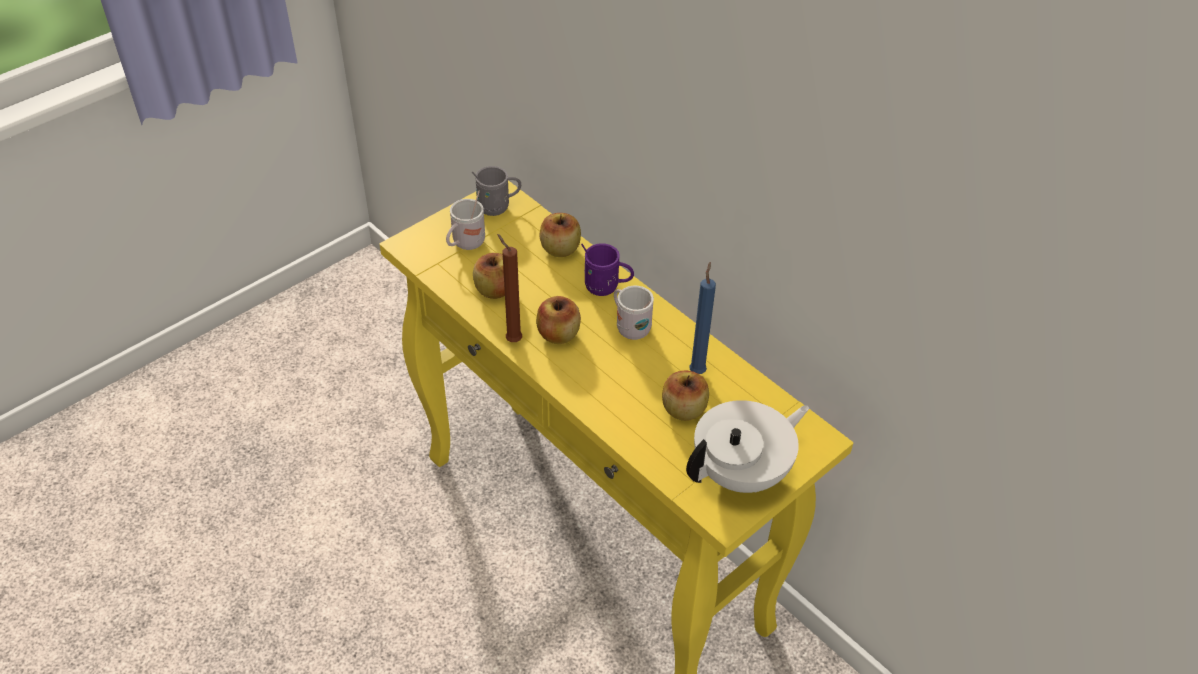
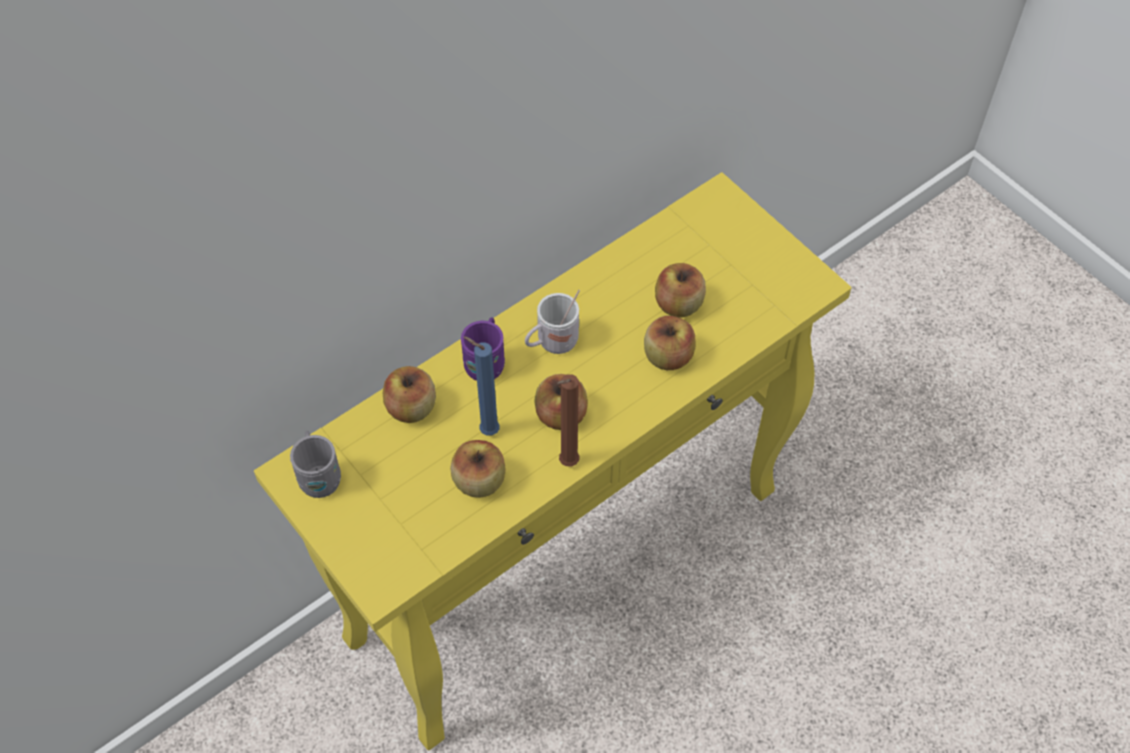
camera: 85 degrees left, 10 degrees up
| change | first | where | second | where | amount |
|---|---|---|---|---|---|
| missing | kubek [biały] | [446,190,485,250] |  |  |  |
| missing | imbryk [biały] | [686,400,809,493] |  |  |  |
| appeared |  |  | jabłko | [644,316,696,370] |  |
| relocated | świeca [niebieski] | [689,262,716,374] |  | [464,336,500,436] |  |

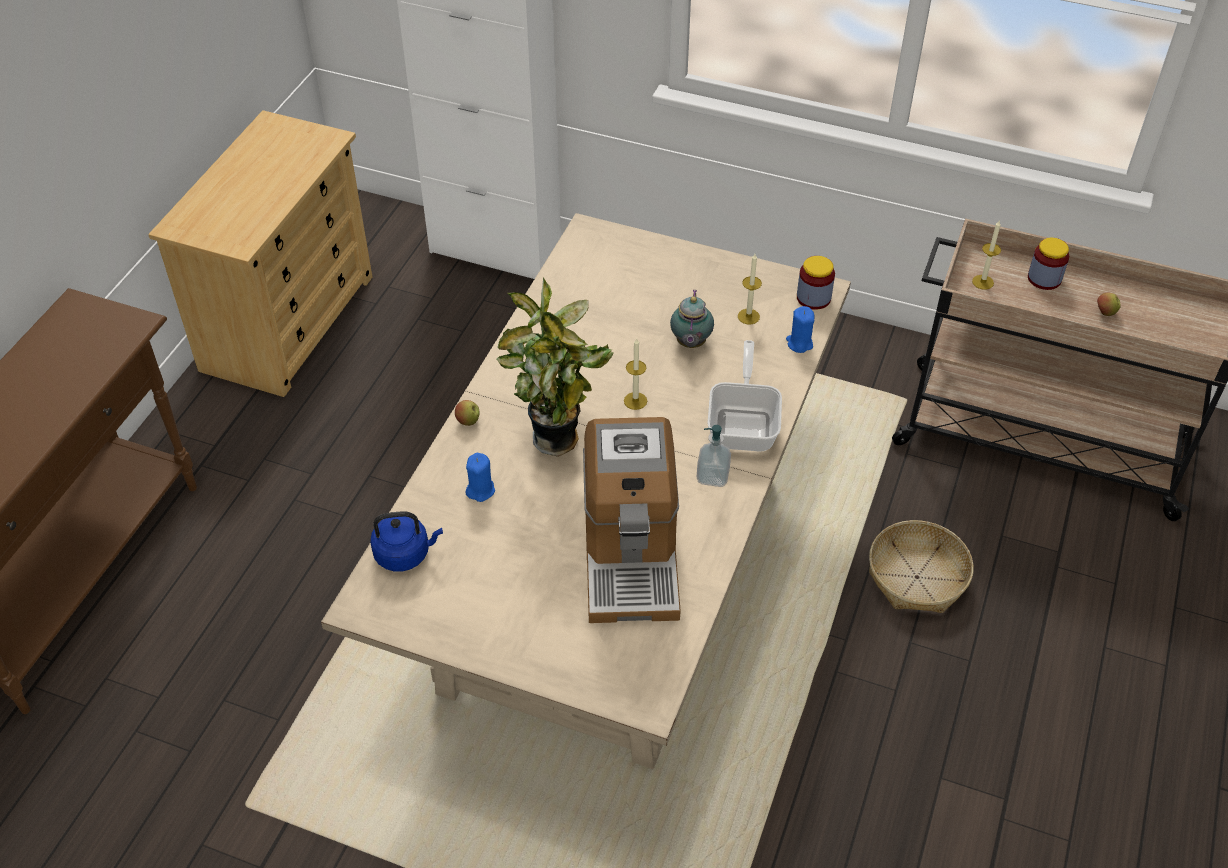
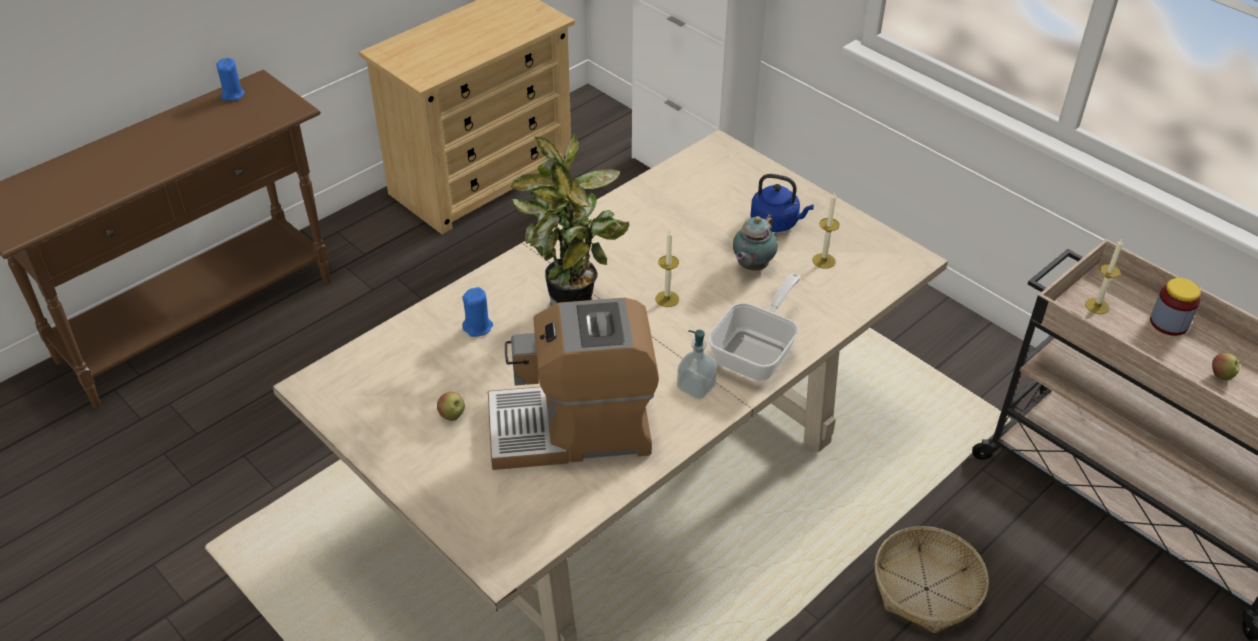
camera: 25 degrees right, 5 degrees down
| change | first | where | second | where | amount |
|---|---|---|---|---|---|
| missing | słoik | [797,256,835,310] |  |  |  |
| relocated | czajnik [niebieski] | [370,511,443,572] |  | [750,174,814,232] |  |
| relocated | jabłko | [455,400,480,426] |  | [437,392,465,421] |  |
| relocated | świeca [niebieski] | [786,306,814,353] |  | [217,58,245,101] |  |
| spun | ekspres do kawy | [583,417,681,623] |  | [488,298,659,470] | 60 degrees clockwise |

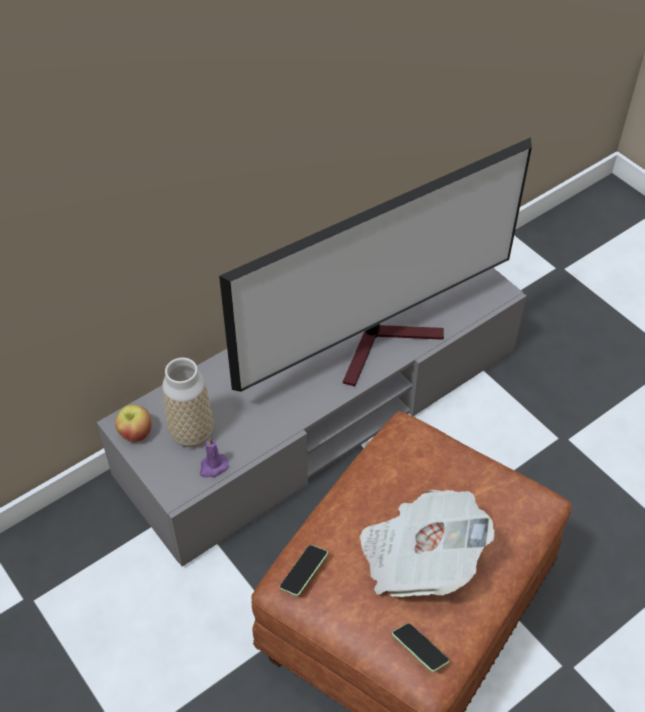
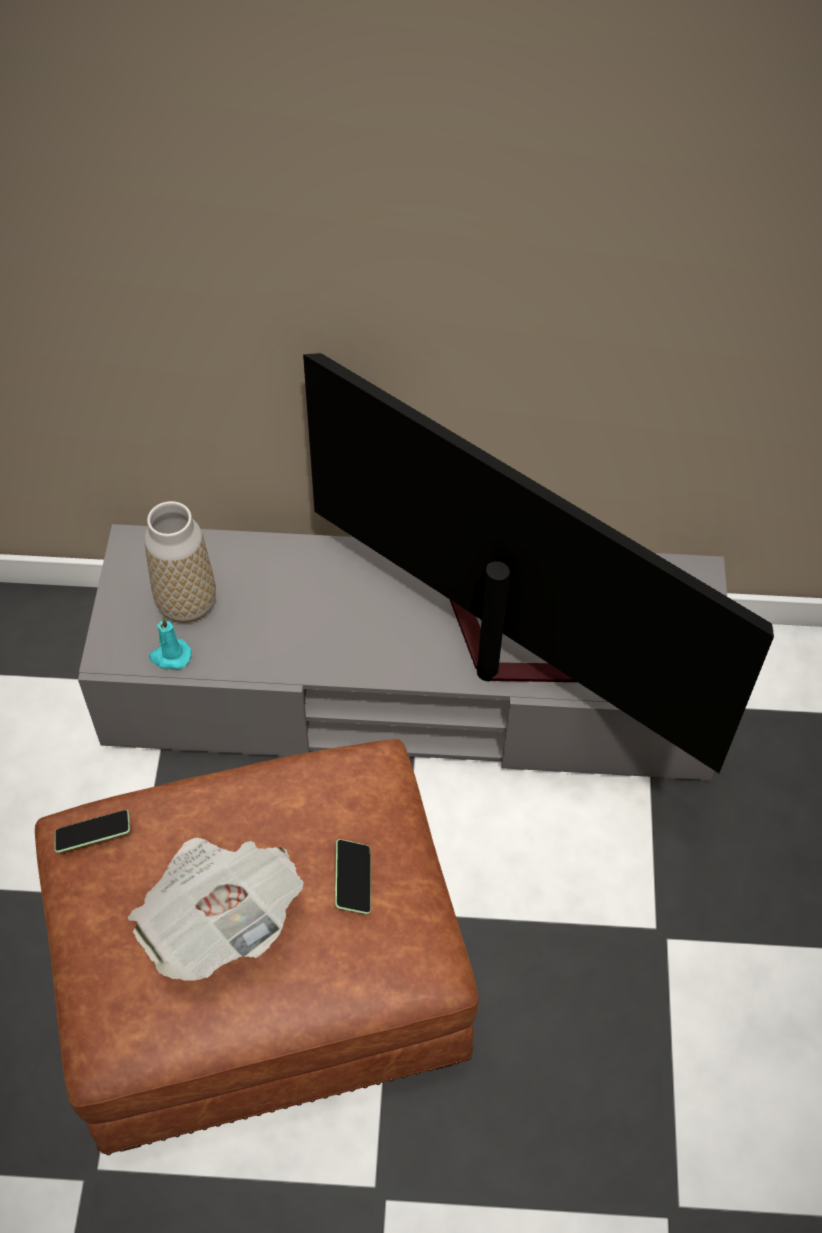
camera: 40 degrees right, 5 degrees up
| change | first | where | second | where | amount |
|---|---|---|---|---|---|
| missing | jabłko | [115,405,151,442] |  |  |  |
| relocated | telefon | [392,623,450,672] |  | [335,839,371,914] |  |
| colour | świeca [fioletowy] | [200,437,229,478] | świeca [turkusowy] | [149,617,191,669] |  |
| spun | telewizor | [219,137,532,392] |  | [303,353,774,773] | 150 degrees counterclockwise |

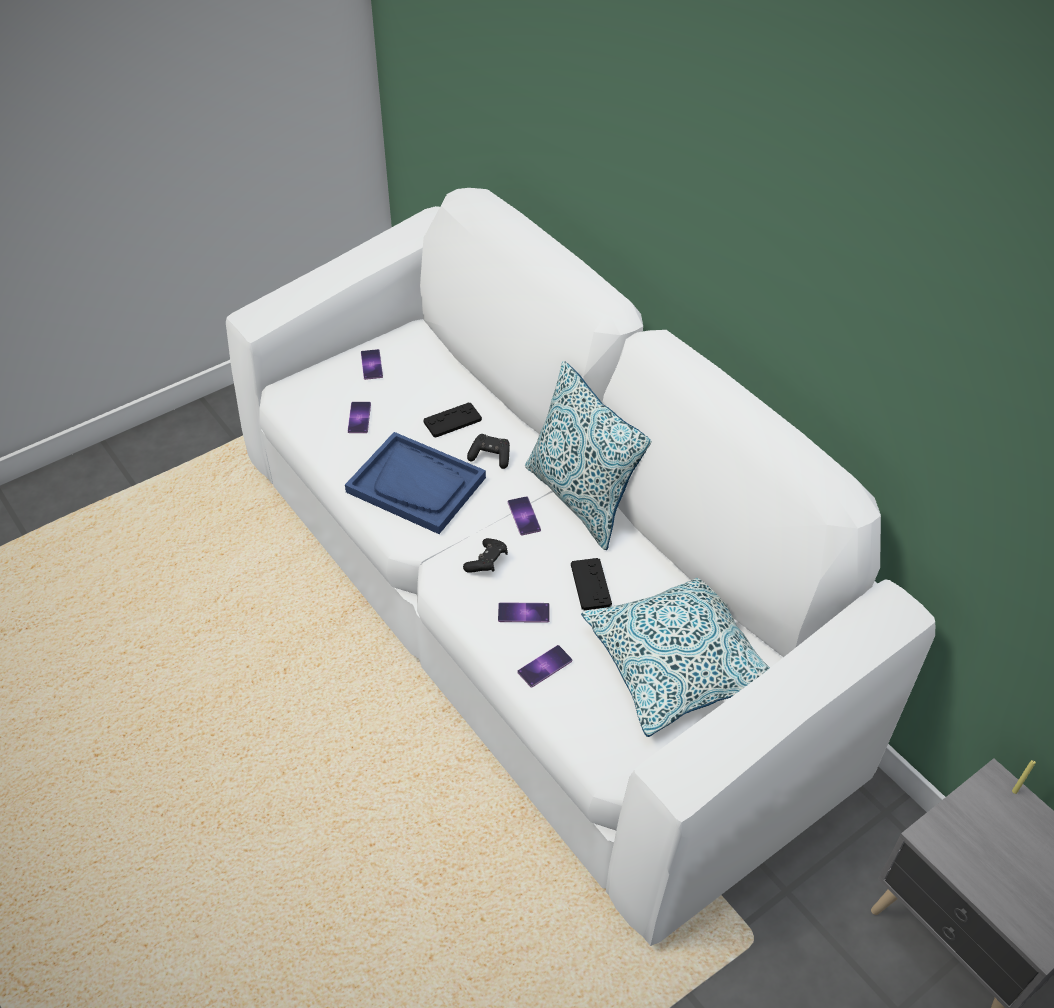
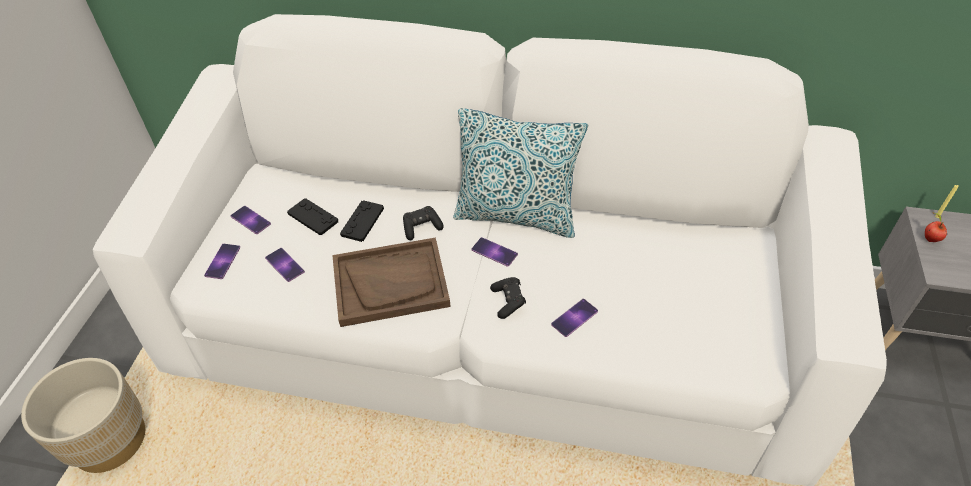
camera: 40 degrees left, 0 degrees up
| change | first | where | second | where | amount |
|---|---|---|---|---|---|
| missing | poduszka | [581,578,770,737] |  |  |  |
| appeared |  |  | donica [beżowy] | [21,358,145,473] |  |
| appeared |  |  | jabłko | [925,213,947,242] |  |
| relocated | telefon | [518,645,572,688] |  | [204,244,240,279] |  |
| relocated | pad do gier [czarny] | [571,558,612,610] |  | [287,199,338,235] |  |
| colour | taca [niebieski] | [345,432,486,534] | taca [brązowy] | [332,238,451,327] |  |

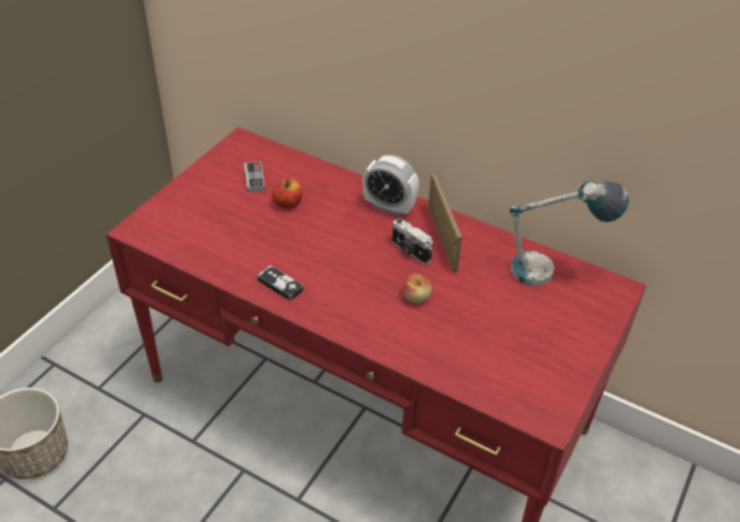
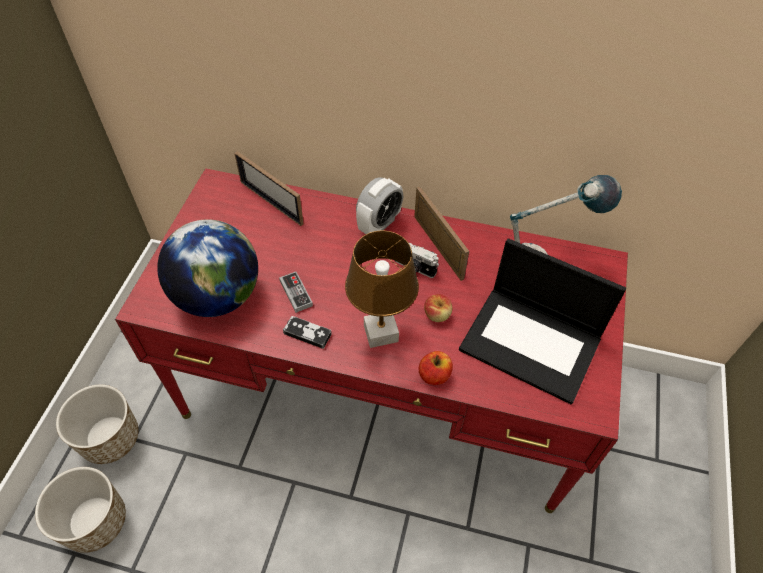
camera: 15 degrees left, 10 degrees up
| change | first | where | second | where | amount |
|---|---|---|---|---|---|
| appeared |  |  | donica | [56,384,139,464] |  |
| appeared |  |  | globus | [157,219,258,317] |  |
| appeared |  |  | ramka na zdjęcie | [234,151,304,226] |  |
| appeared |  |  | lampa stołowa [brązowy] | [345,231,419,348] |  |
| appeared |  |  | laptop | [459,238,626,404] |  |
| relocated | pad do gier | [244,161,265,192] |  | [279,272,313,313] |  |
| relocated | jabłko | [272,179,303,209] |  | [419,351,453,385] |  |
| spun | budzik | [363,155,419,216] |  | [356,177,403,234] | 60 degrees counterclockwise |

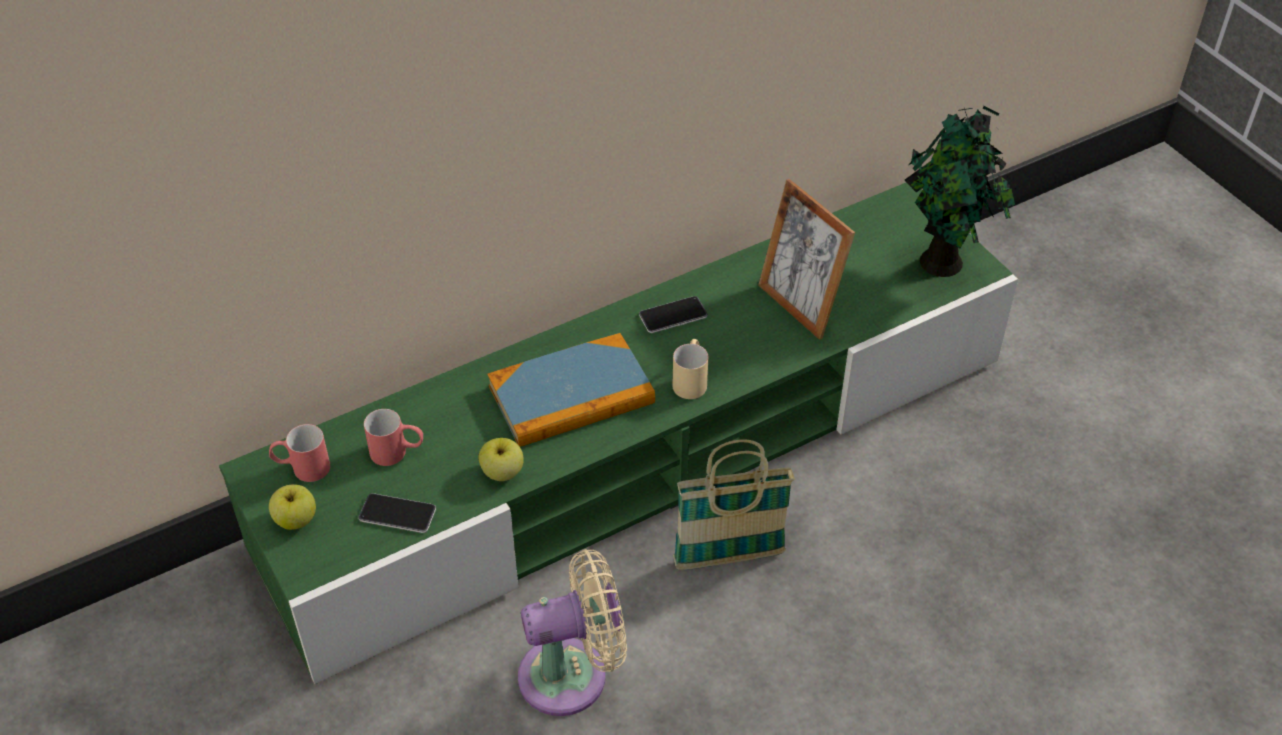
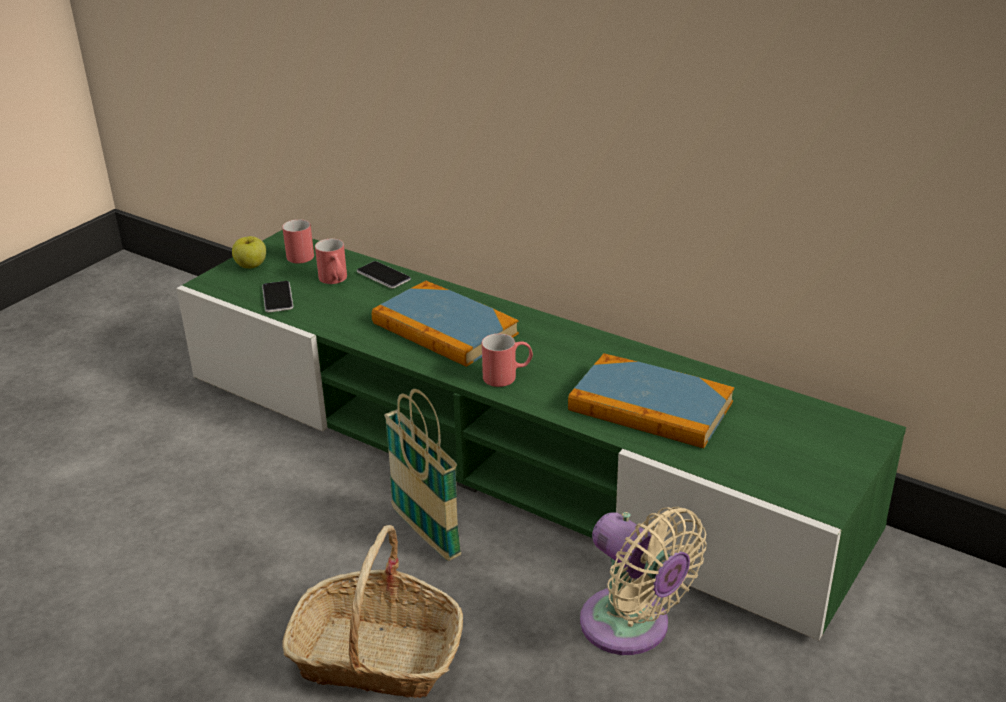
camera: 65 degrees right, 15 degrees down
| change | first | where | second | where | amount |
|---|---|---|---|---|---|
| missing | jabłko | [479,438,524,481] |  |  |  |
| missing | roślina doniczkowa | [905,106,1015,277] |  |  |  |
| appeared |  |  | koszyk | [282,525,463,698] |  |
| relocated | wentylator [beżowy] | [518,549,627,716] |  | [580,507,707,655] |  |
| relocated | telefon | [639,296,708,333] |  | [357,261,411,289] |  |
| exchanged | ramka na zdjęcie | [758,179,855,340] | książka | [568,353,734,448] |  |
| colour | kubek [beżowy] | [672,339,708,399] | kubek [czerwony] | [482,334,533,387] |  |

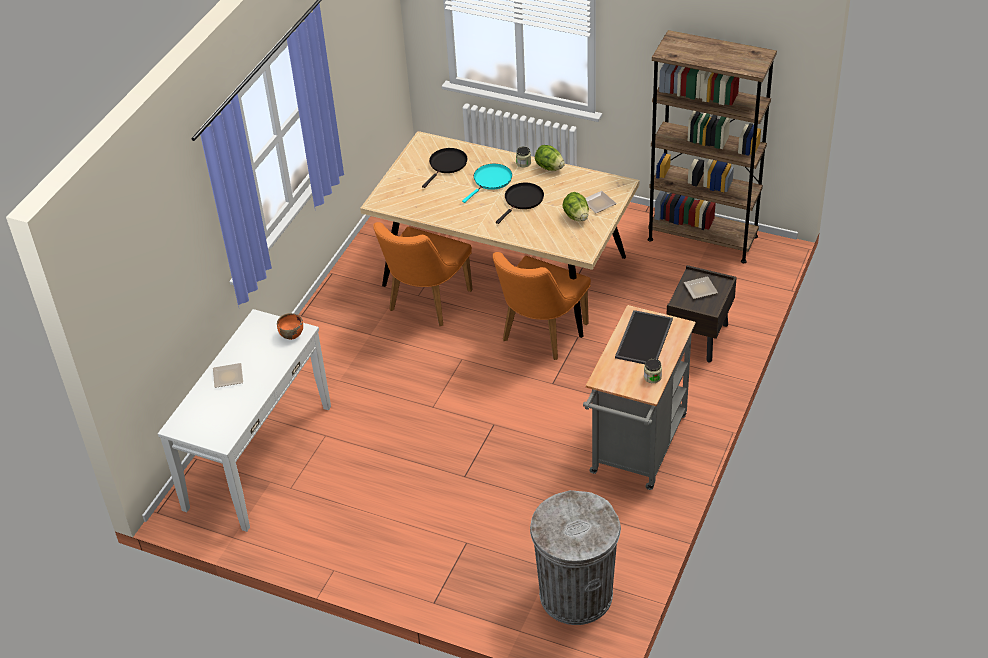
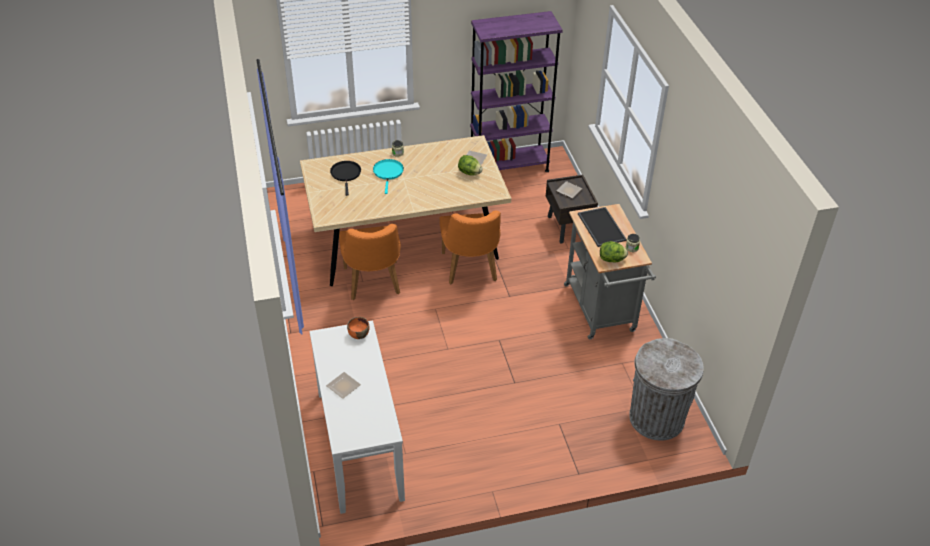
camera: 40 degrees left, 0 degrees up
| change | first | where | second | where | amount |
|---|---|---|---|---|---|
| missing | patelnia [czarny] | [496,183,544,224] |  |  |  |
| relocated | sałata | [535,145,565,171] |  | [600,241,628,262] |  |
| colour | regał [brązowy] | [648,30,777,263] | regał [fioletowy] | [470,11,563,172] |  |

